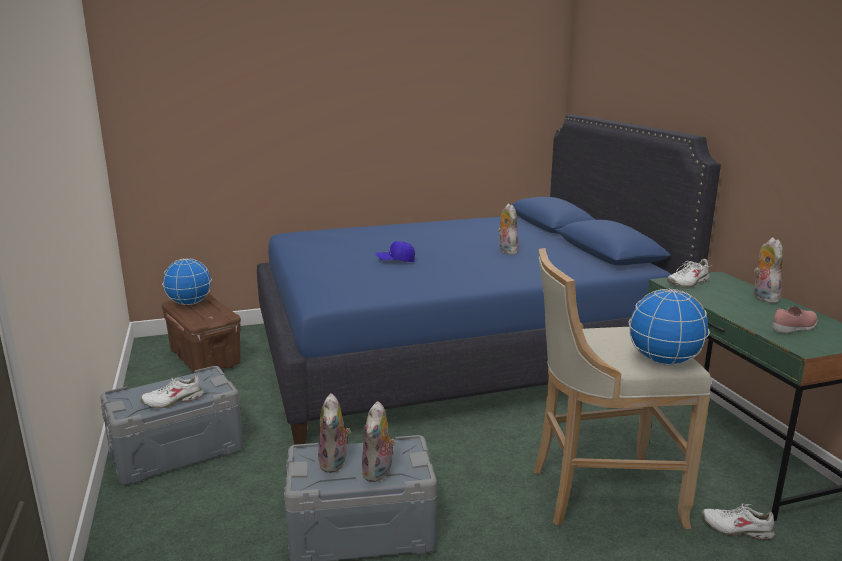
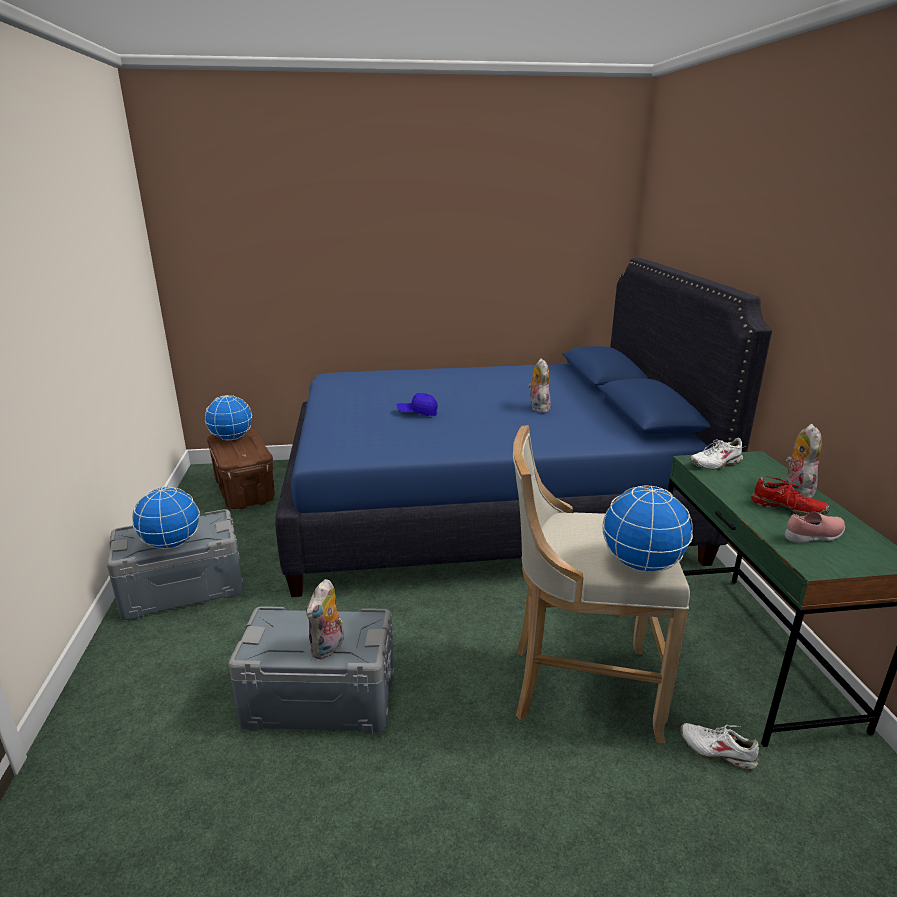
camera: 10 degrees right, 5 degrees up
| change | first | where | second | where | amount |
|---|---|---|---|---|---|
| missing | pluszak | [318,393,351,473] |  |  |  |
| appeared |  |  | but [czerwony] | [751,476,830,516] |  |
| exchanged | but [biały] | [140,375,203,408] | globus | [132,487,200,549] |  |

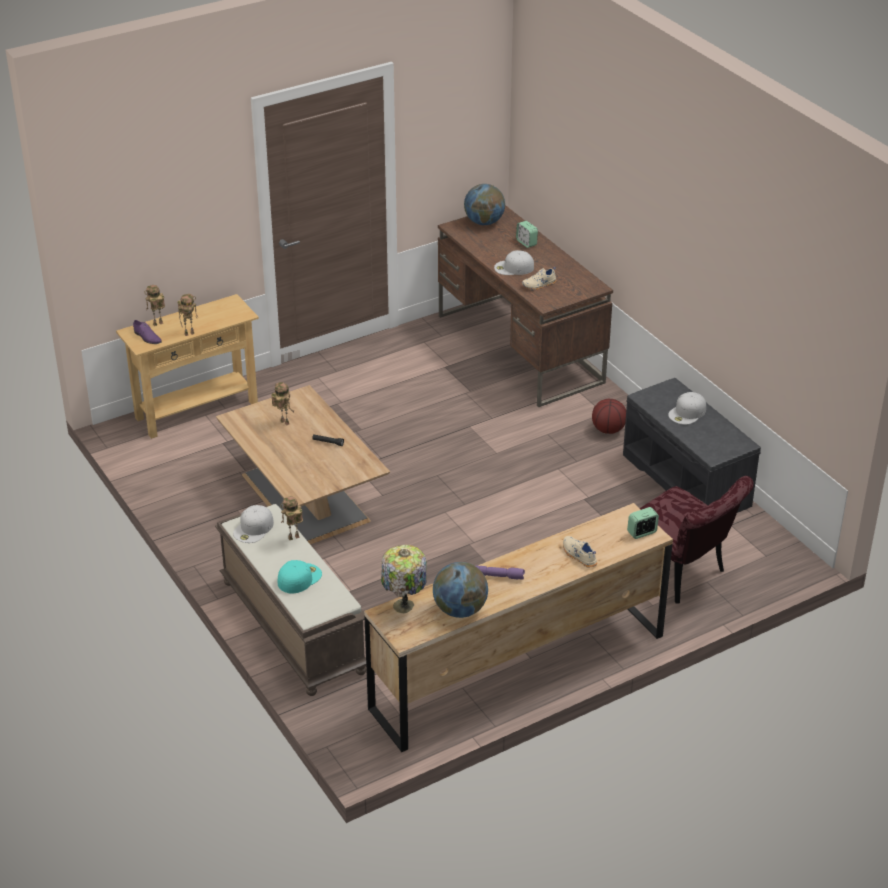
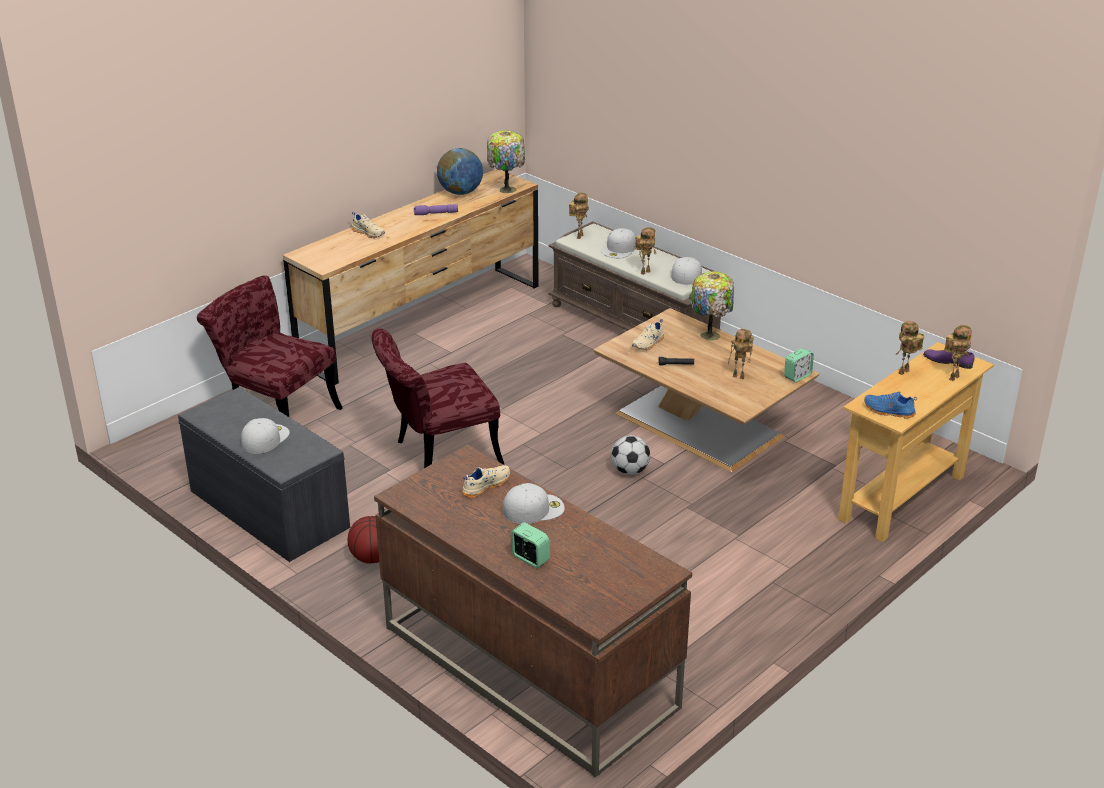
camera: 165 degrees right, 5 degrees down
| change | first | where | second | where | amount |
|---|---|---|---|---|---|
| missing | globus | [464,184,505,225] |  |  |  |
| appeared |  |  | krzesło [czerwony] | [372,328,504,468] |  |
| appeared |  |  | robot zabawkowy | [569,193,589,239] |  |
| appeared |  |  | piłka futbolowa | [611,435,650,475] |  |
| appeared |  |  | but [beżowy] | [632,319,664,350] |  |
| appeared |  |  | lampa stołowa | [691,271,734,341] |  |
| appeared |  |  | but [niebieski] | [864,391,917,419] |  |
| relocated | budzik | [627,507,659,539] |  | [784,348,814,382] |  |
| colour | czapka z daszkiem [turkusowy] | [277,560,322,593] | czapka z daszkiem [biały] | [602,228,636,258] |  |

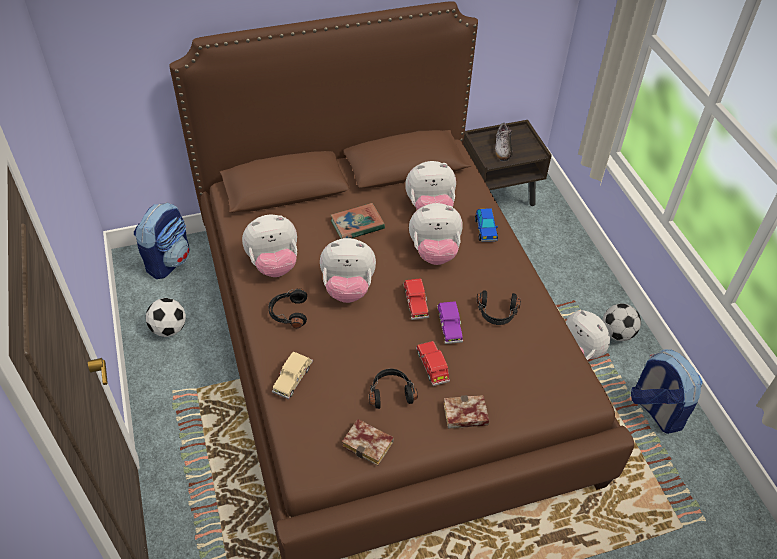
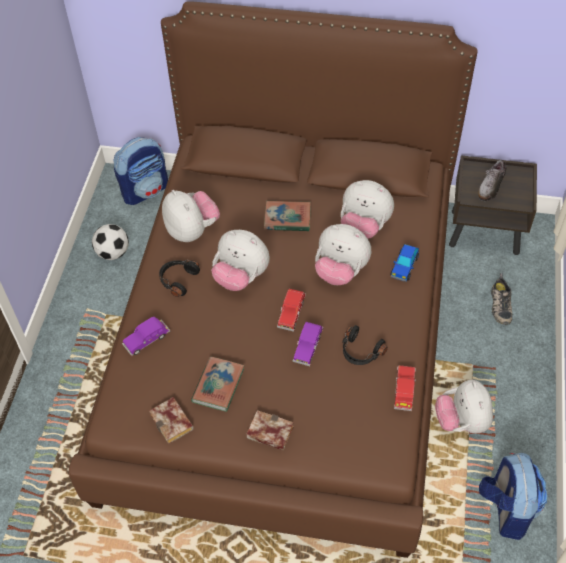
camera: 30 degrees right, 5 degrees up
| change | first | where | second | where | amount |
|---|---|---|---|---|---|
| missing | piłka futbolowa | [602,304,641,341] |  |  |  |
| appeared |  |  | but | [491,273,512,325] |  |
| relocated | samochodzik [czerwony] | [416,341,450,386] |  | [394,365,416,411] |  |
| exchanged | słuchawki [czarny] | [369,369,418,409] | książka | [191,356,244,412] |  |
| colour | samochodzik [beżowy] | [272,352,313,399] | samochodzik [fioletowy] | [122,317,170,356] |  |
| spun | pluszak | [242,215,297,277] |  | [162,190,220,242] | 135 degrees counterclockwise |

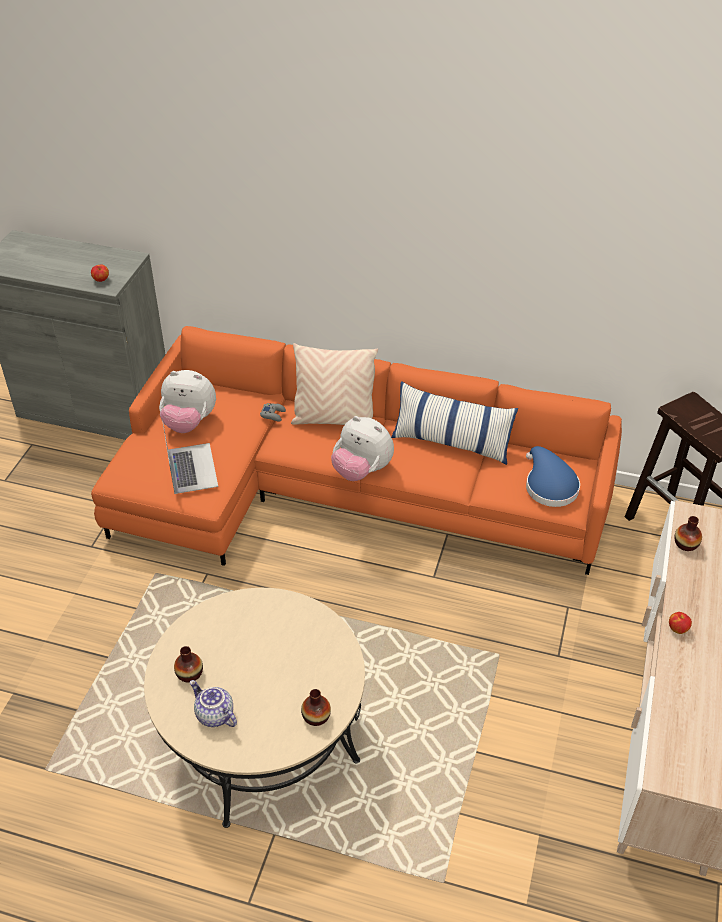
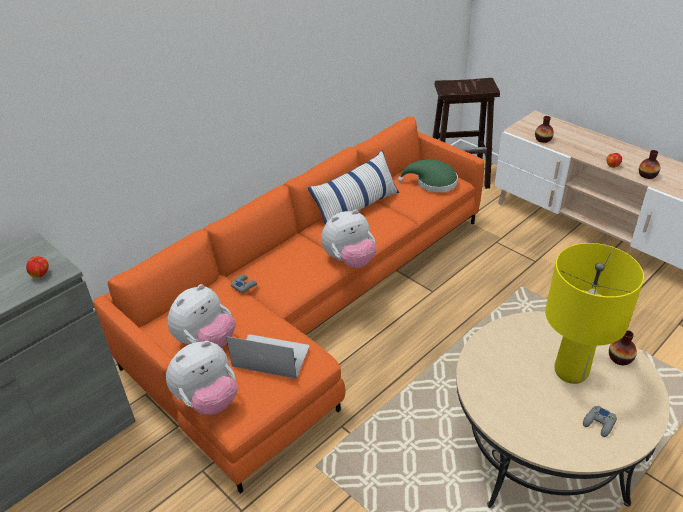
camera: 60 degrees left, 5 degrees down
| change | first | where | second | where | amount |
|---|---|---|---|---|---|
| missing | poduszka [beżowy] | [291,343,378,425] |  |  |  |
| appeared |  |  | pluszak | [166,341,237,415] |  |
| appeared |  |  | lampa stołowa [żółty] | [545,243,644,384] |  |
| relocated | wazon | [174,646,203,683] |  | [639,150,660,179] |  |
| exchanged | imbryk | [190,680,237,727] | pad do gier [szary] | [583,405,617,437] |  |
| colour | kapelusz [niebieski] | [526,446,580,507] | kapelusz [zielony] | [398,159,458,193] |  |

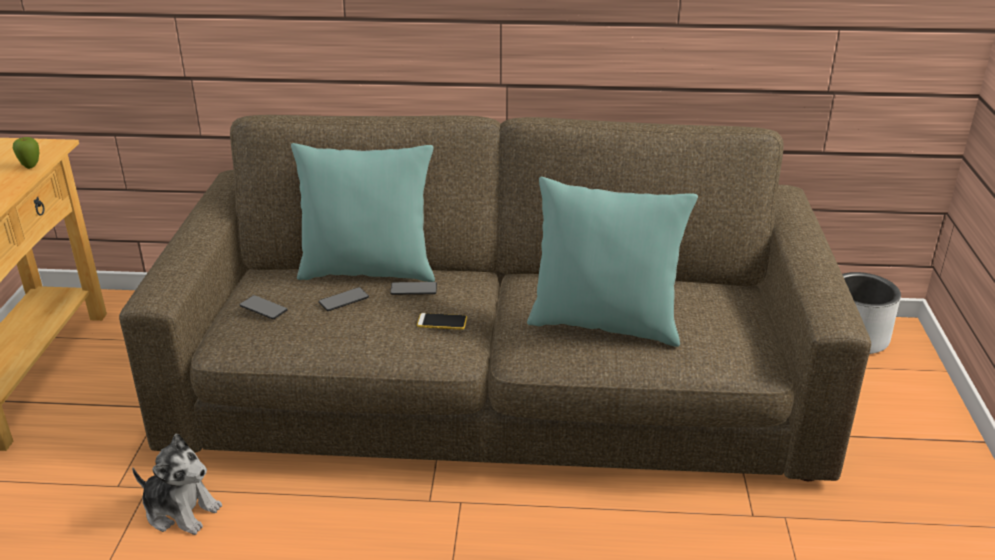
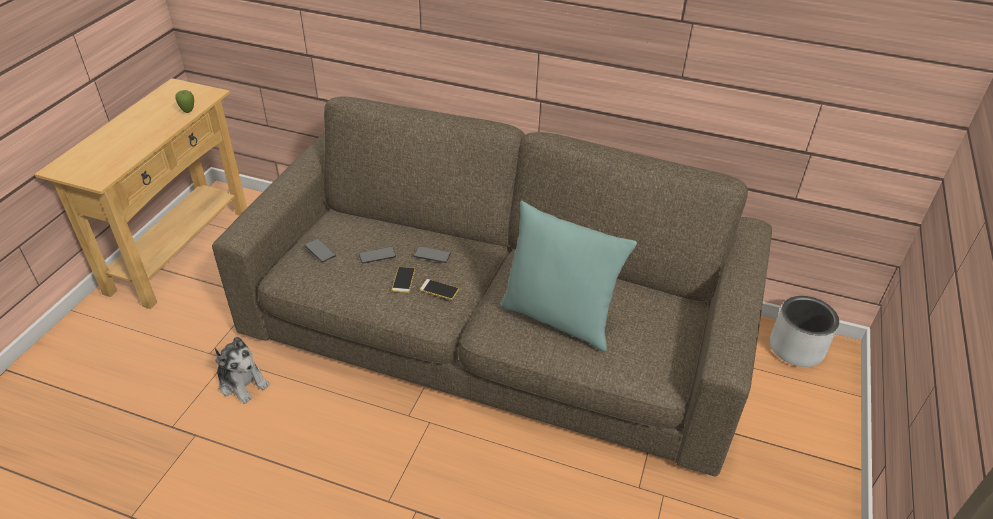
camera: 15 degrees right, 10 degrees up
| change | first | where | second | where | amount |
|---|---|---|---|---|---|
| missing | poduszka [turkusowy] | [291,143,435,282] |  |  |  |
| appeared |  |  | telefon | [392,267,415,293] |  |

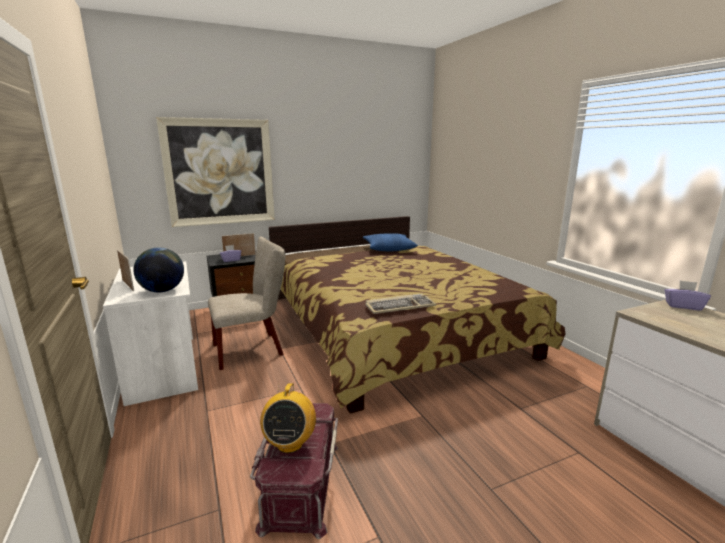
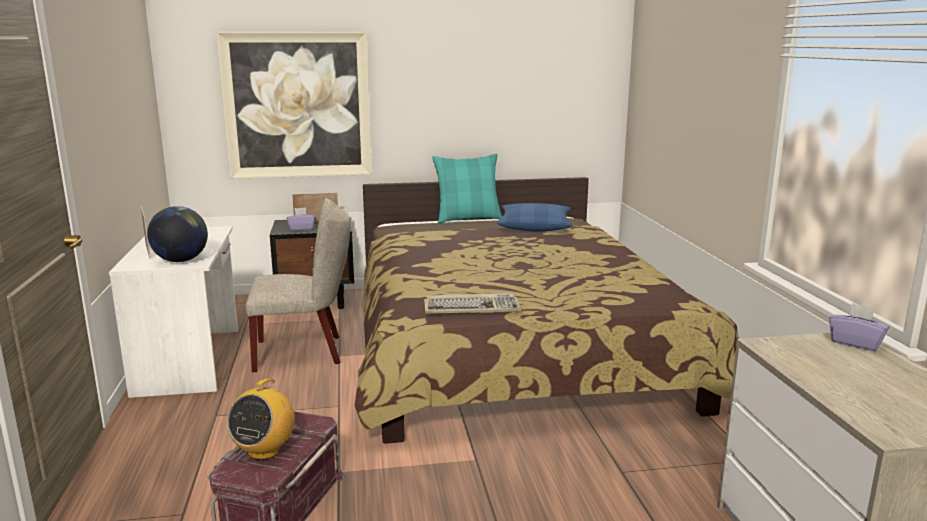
camera: 15 degrees right, 0 degrees up
| change | first | where | second | where | amount |
|---|---|---|---|---|---|
| appeared |  |  | poduszka [turkusowy] | [432,154,502,223] |  |

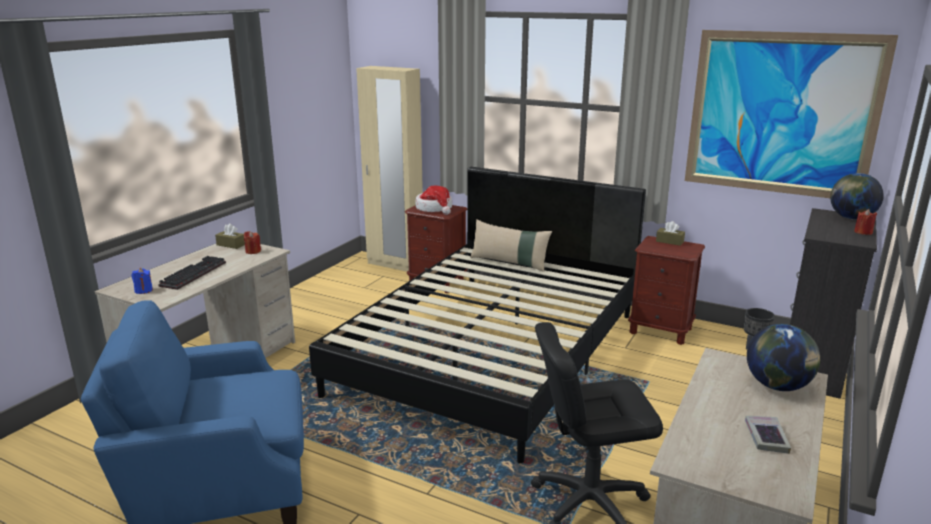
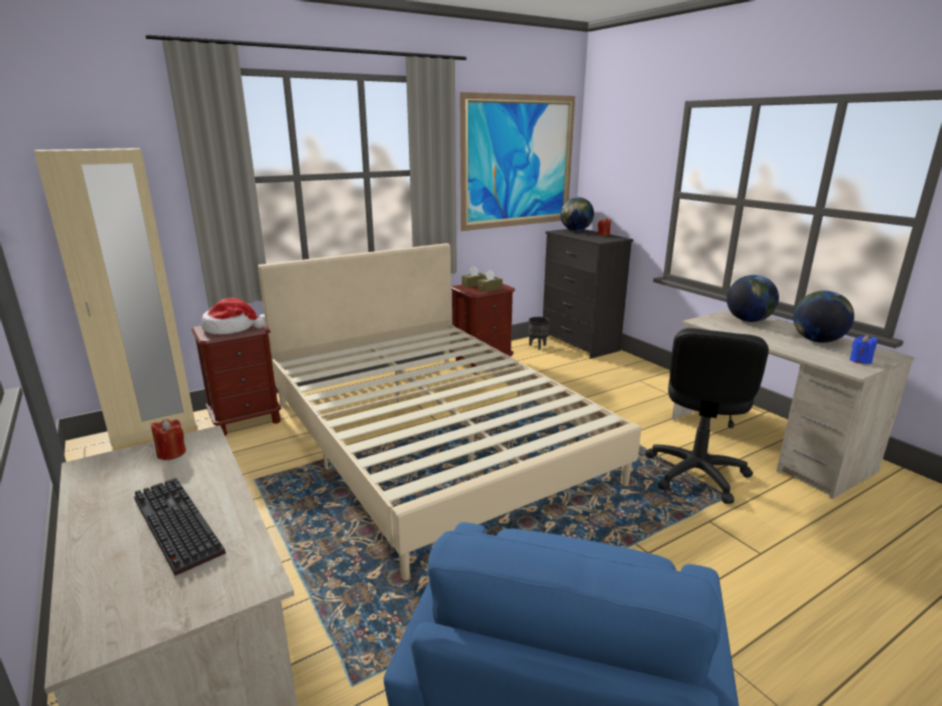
camera: 60 degrees left, 0 degrees up
| change | first | where | second | where | amount |
|---|---|---|---|---|---|
| missing | poduszka [beżowy] | [470,219,552,272] |  |  |  |
| relocated | świeca [niebieski] | [131,268,153,294] |  | [850,335,877,364] |  |
| relocated | pudełko chusteczek [brązowy] | [215,224,245,249] |  | [478,270,503,292] |  |
| exchanged | książka | [745,416,791,454] | globus | [793,291,854,343] |  |
| colour | łóżko [czarny] | [309,167,646,463] | łóżko [beżowy] | [258,243,641,580] |  |

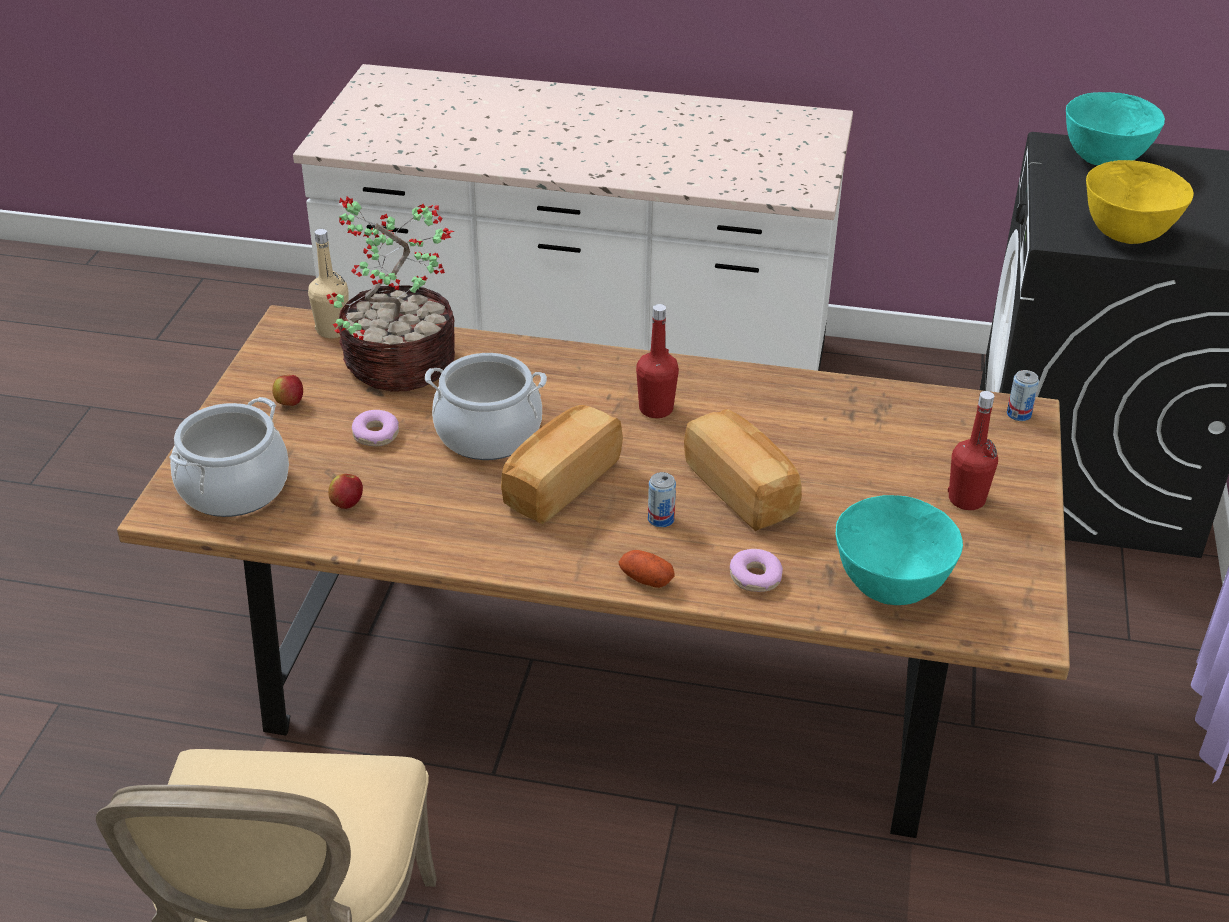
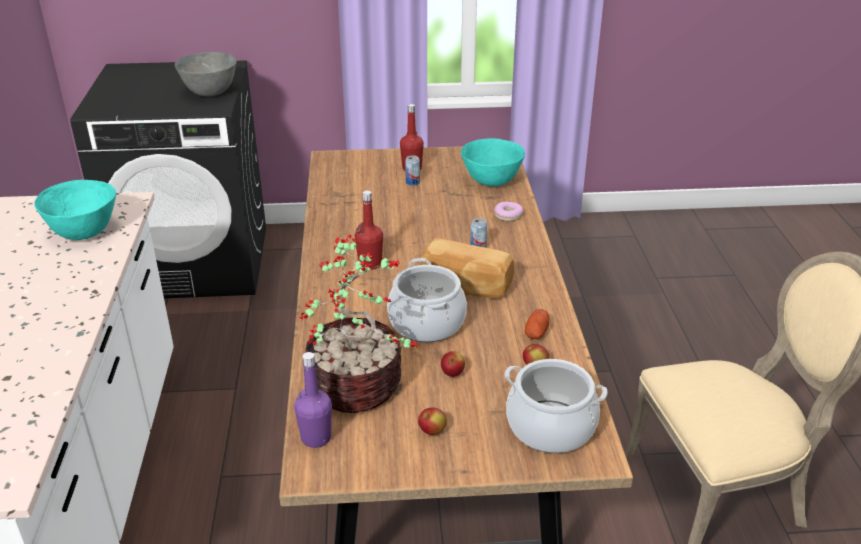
camera: 105 degrees left, 5 degrees down
| change | first | where | second | where | amount |
|---|---|---|---|---|---|
| missing | chleb | [684,409,802,531] |  |  |  |
| relocated | ziemniak | [619,550,674,588] |  | [525,309,549,339] |  |
| relocated | puszka | [1007,370,1039,421] |  | [405,155,420,186] |  |
| relocated | miska [turkusowy] | [1066,92,1165,166] |  | [34,180,116,240] |  |
| exchanged | donut | [352,410,399,446] | jabłko | [441,351,465,377] |  |
| colour | butelka [beżowy] | [308,229,349,338] | butelka [fioletowy] | [294,352,332,448] |  |
| colour | miska [żółty] | [1086,160,1194,244] | miska [szary] | [175,52,237,96] |  |

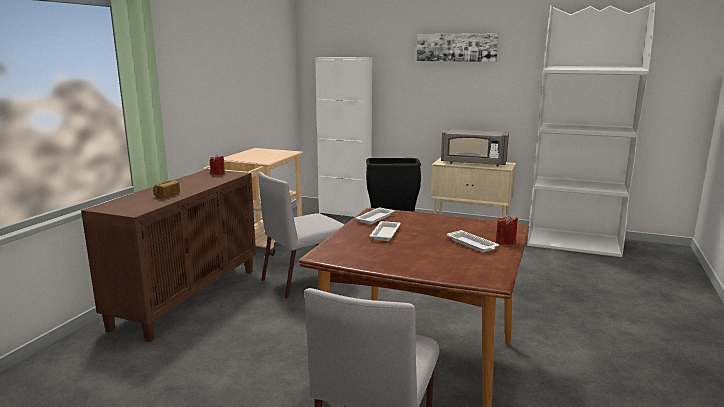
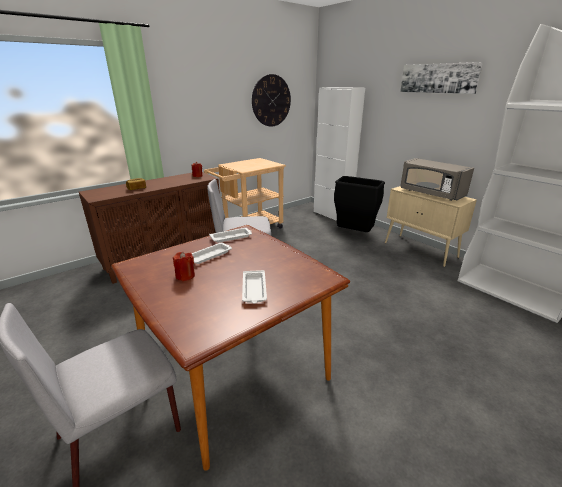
camera: 30 degrees right, 10 degrees up
| change | first | where | second | where | amount |
|---|---|---|---|---|---|
| appeared |  |  | zegar ścienny | [252,74,291,126] |  |
| relocated | świeca [czerwony] | [496,214,518,245] |  | [173,252,195,281] |  |

